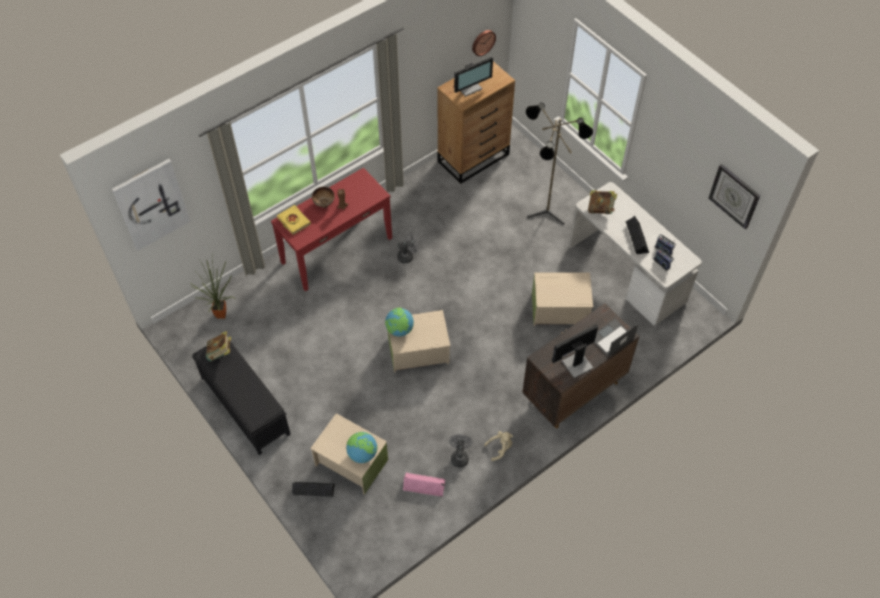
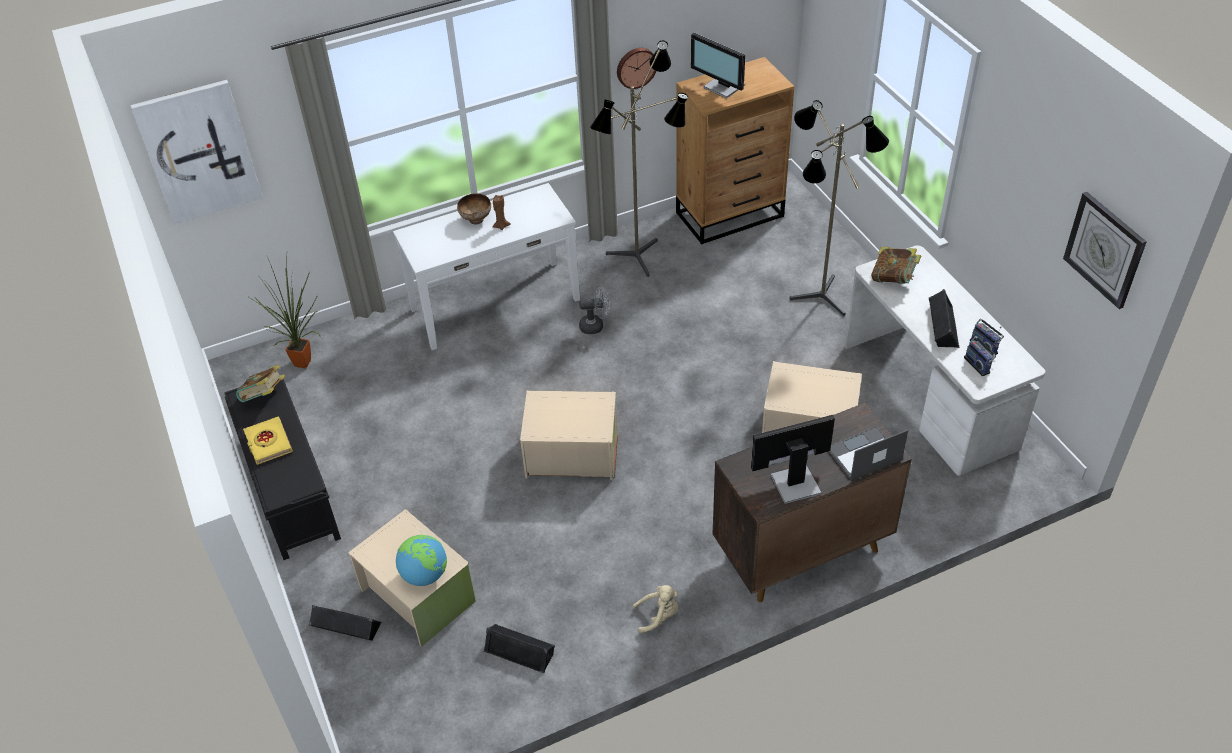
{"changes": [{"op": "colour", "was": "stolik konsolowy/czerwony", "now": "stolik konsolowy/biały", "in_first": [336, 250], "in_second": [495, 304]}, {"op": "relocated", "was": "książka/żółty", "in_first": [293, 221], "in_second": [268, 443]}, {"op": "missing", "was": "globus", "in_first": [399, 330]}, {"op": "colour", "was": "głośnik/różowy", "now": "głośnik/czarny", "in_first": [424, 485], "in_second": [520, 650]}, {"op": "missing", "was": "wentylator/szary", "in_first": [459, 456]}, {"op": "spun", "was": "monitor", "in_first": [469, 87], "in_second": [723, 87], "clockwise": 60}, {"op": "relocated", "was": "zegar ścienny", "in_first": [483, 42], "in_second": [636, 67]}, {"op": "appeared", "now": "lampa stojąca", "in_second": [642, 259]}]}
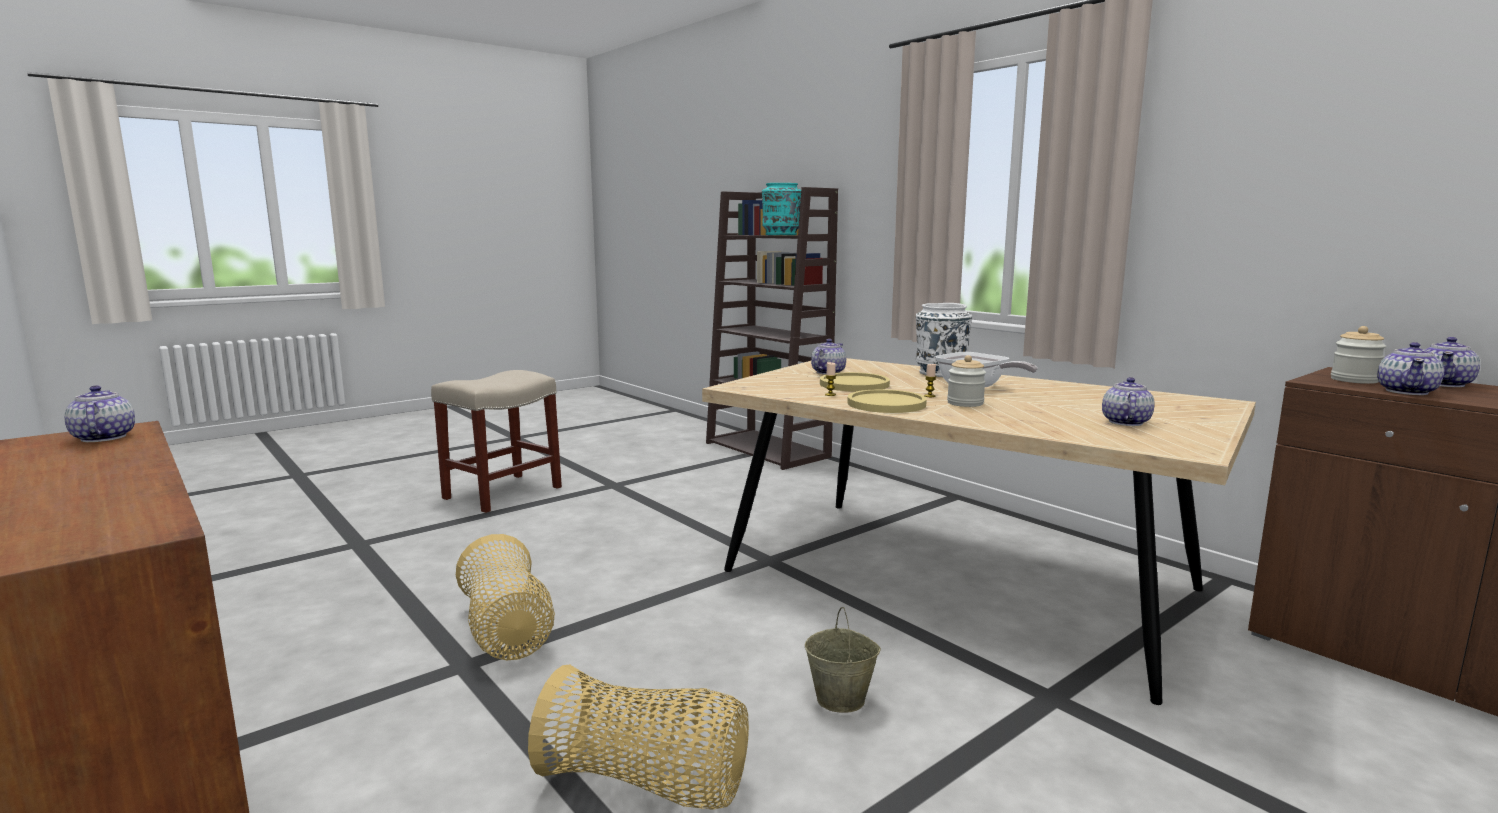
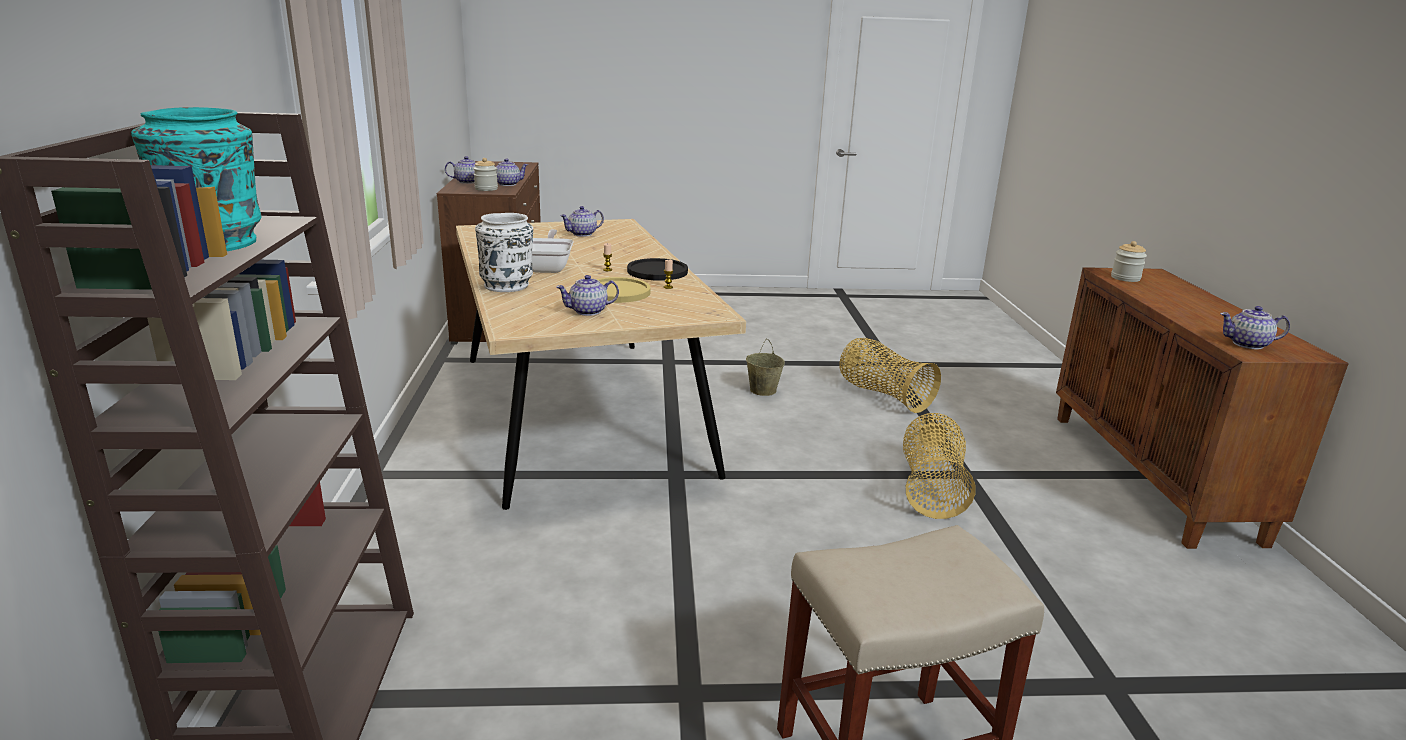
{"changes": [{"op": "spun", "was": "imbryk", "in_first": [103, 438], "in_second": [1248, 344], "clockwise": 90}, {"op": "colour", "was": "talerz/żółty", "now": "talerz/czarny", "in_first": [886, 404], "in_second": [657, 271]}, {"op": "relocated", "was": "słoik", "in_first": [965, 403], "in_second": [1125, 278]}]}
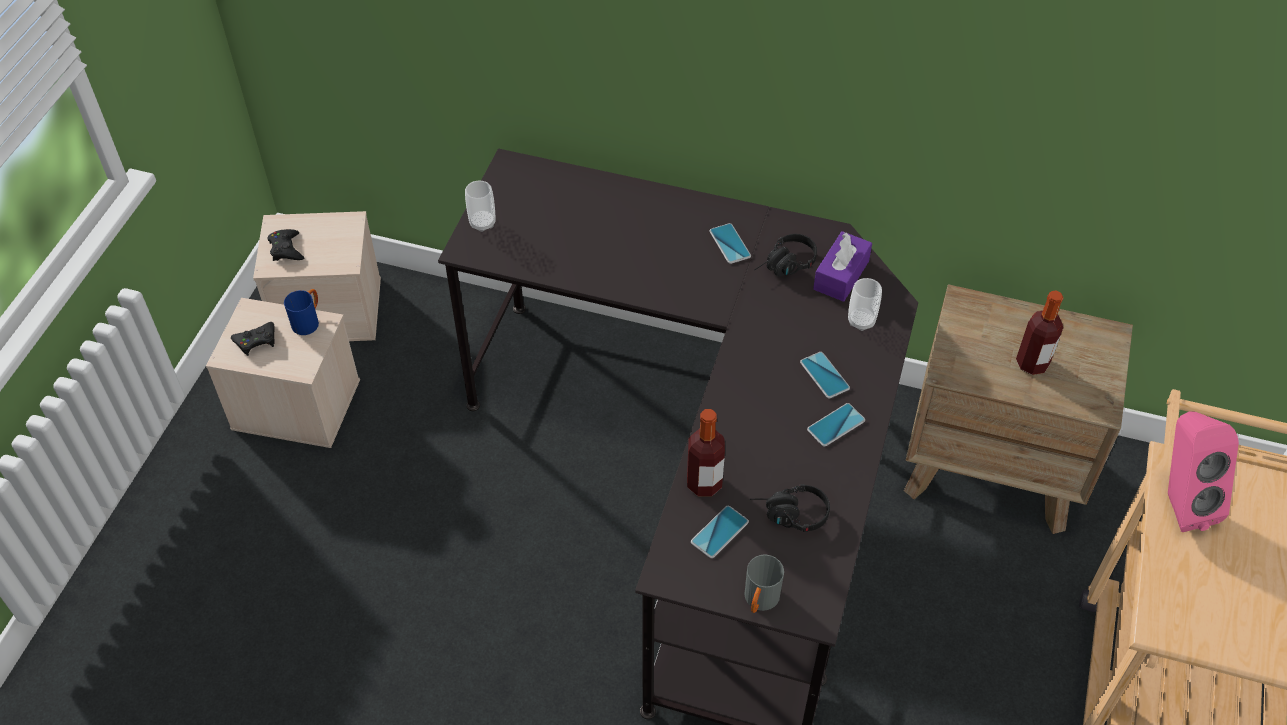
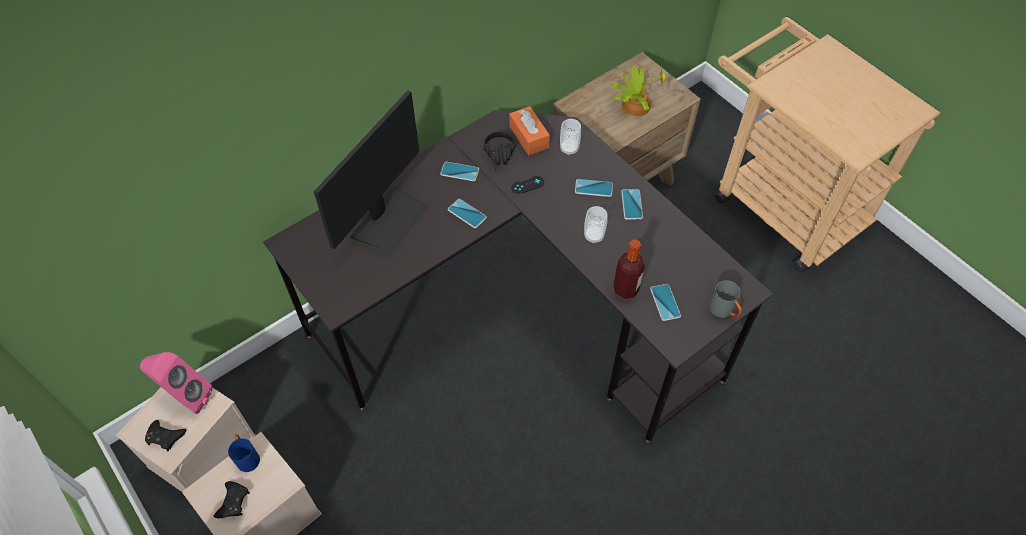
{"changes": [{"op": "relocated", "was": "filiżanka", "in_first": [482, 223], "in_second": [594, 236]}, {"op": "missing", "was": "słuchawki/czarny", "in_first": [788, 515]}, {"op": "colour", "was": "pudełko chusteczek/fioletowy", "now": "pudełko chusteczek/pomarańczowy", "in_first": [841, 275], "in_second": [529, 137]}, {"op": "exchanged", "was": "butelka", "now": "roślina doniczkowa", "in_first": [1032, 363], "in_second": [634, 104]}, {"op": "relocated", "was": "głośnik/różowy", "in_first": [1178, 502], "in_second": [186, 397]}, {"op": "appeared", "now": "monitor", "in_second": [389, 220]}, {"op": "appeared", "now": "telefon", "in_second": [467, 213]}, {"op": "appeared", "now": "pad do gier/czarny", "in_second": [527, 185]}]}
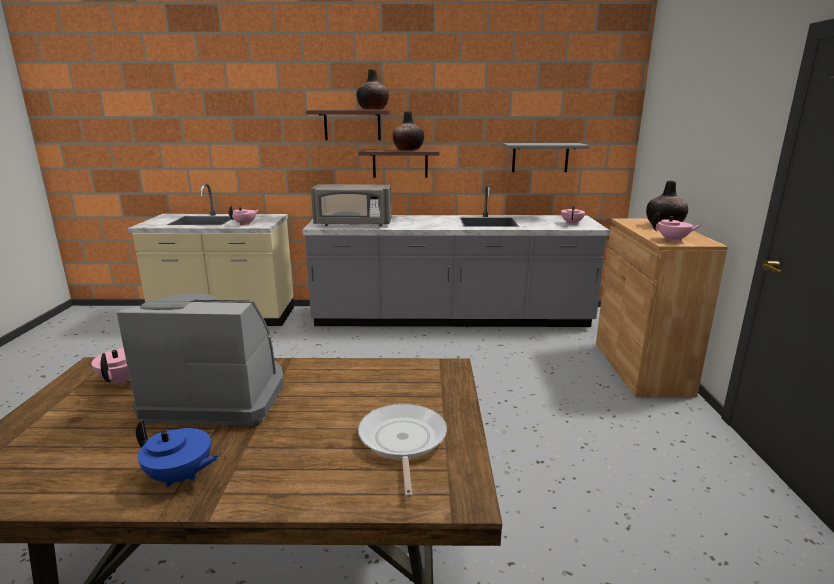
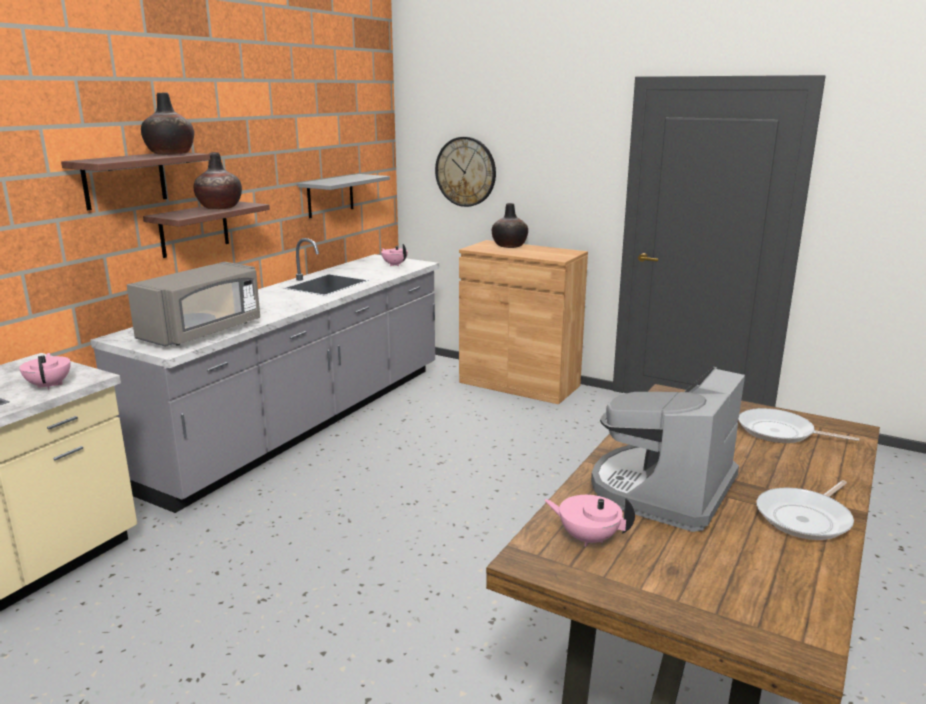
{"changes": [{"op": "exchanged", "was": "imbryk/niebieski", "now": "patelnia", "in_first": [180, 477], "in_second": [806, 518]}, {"op": "missing", "was": "imbryk/różowy", "in_first": [673, 240]}, {"op": "appeared", "now": "zegar ścienny", "in_second": [465, 171]}]}
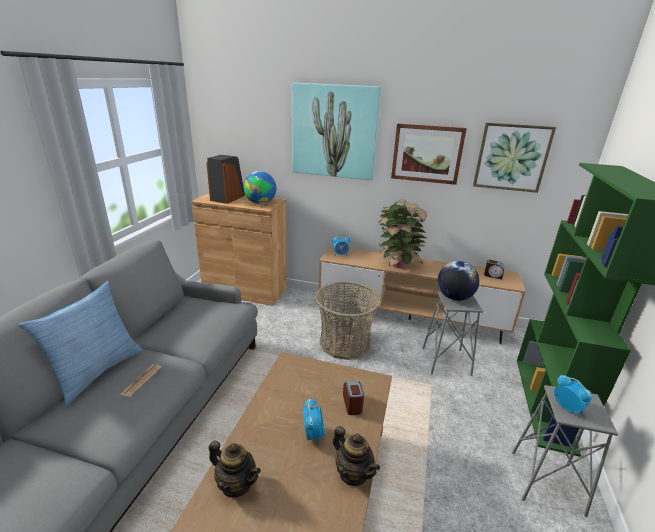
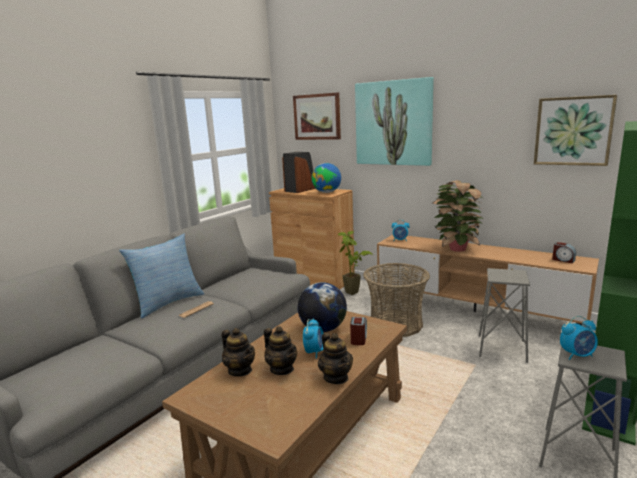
{"changes": [{"op": "relocated", "was": "obraz", "in_first": [427, 154], "in_second": [317, 117]}, {"op": "relocated", "was": "globus", "in_first": [454, 297], "in_second": [323, 329]}, {"op": "spun", "was": "budzik", "in_first": [567, 407], "in_second": [577, 355], "clockwise": 90}, {"op": "appeared", "now": "imbryk", "in_second": [282, 369]}, {"op": "appeared", "now": "roślina doniczkowa", "in_second": [354, 294]}]}
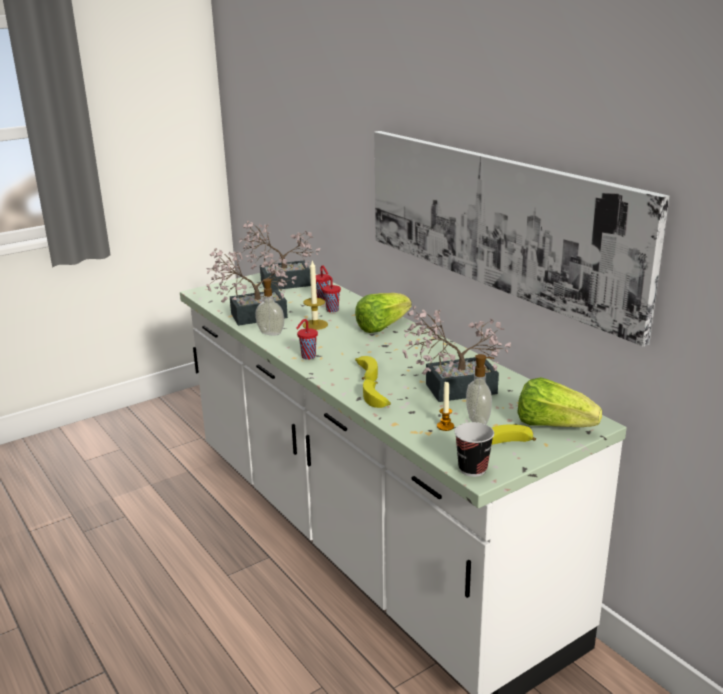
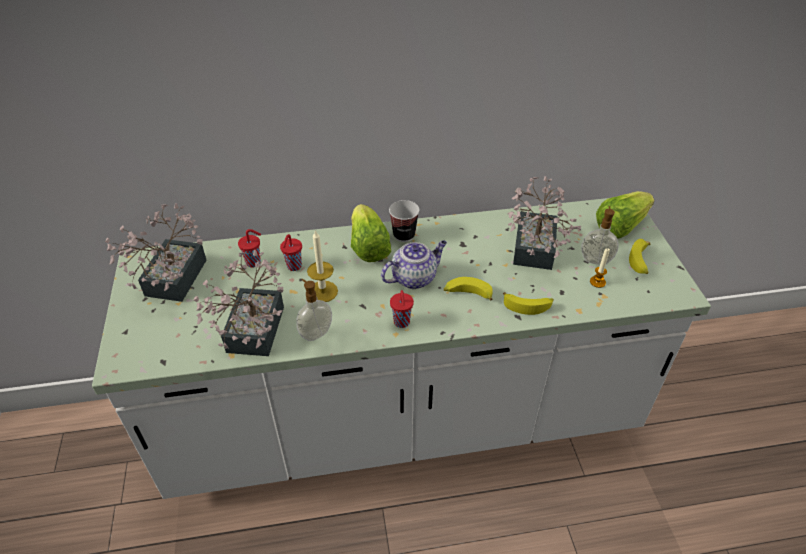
{"changes": [{"op": "missing", "was": "obraz", "in_first": [496, 222]}, {"op": "relocated", "was": "filiżanka", "in_first": [472, 469], "in_second": [404, 235]}, {"op": "appeared", "now": "imbryk", "in_second": [414, 277]}]}
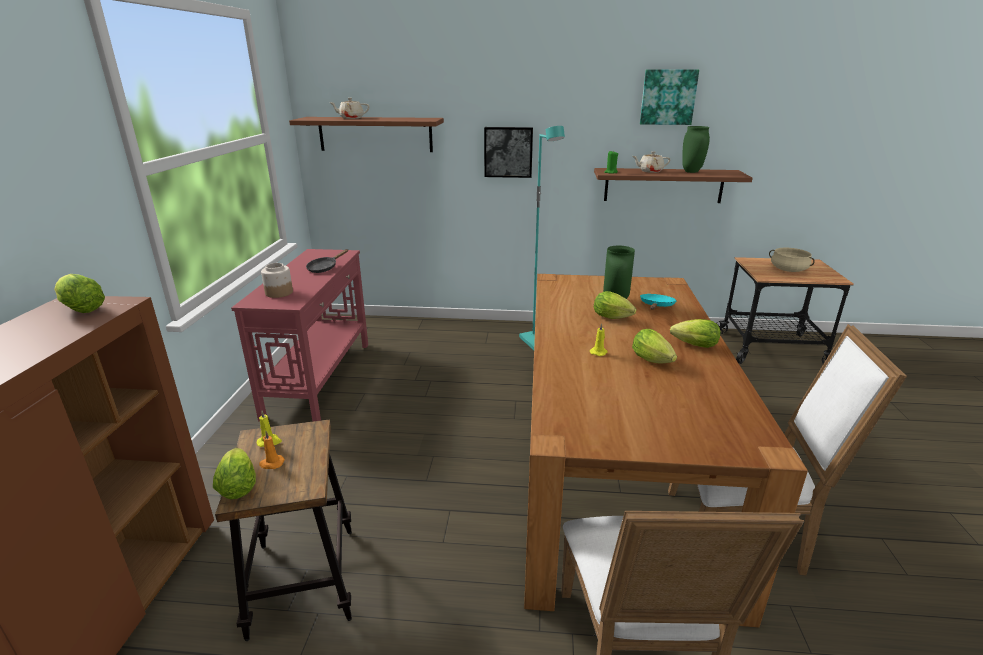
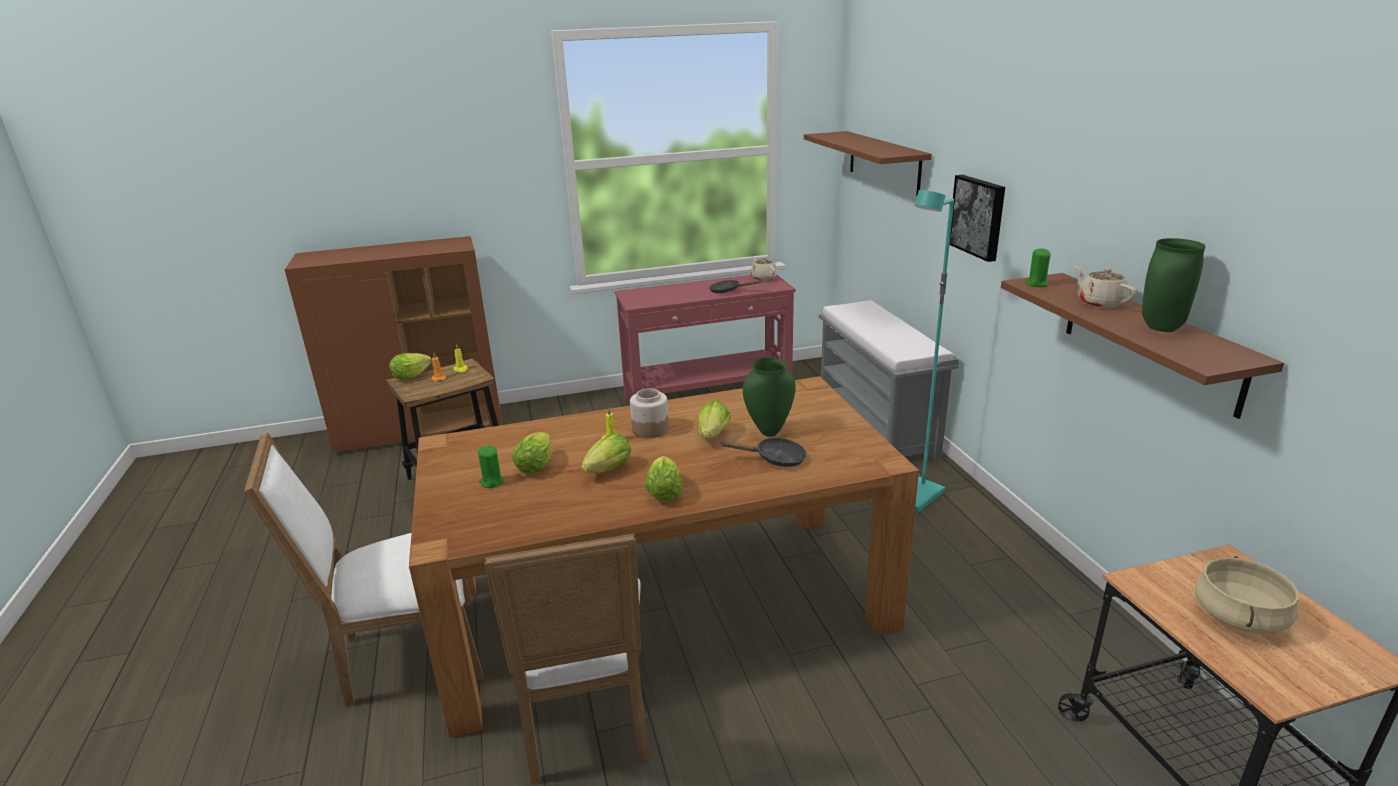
{"changes": [{"op": "relocated", "was": "sałata", "in_first": [81, 309], "in_second": [537, 465]}, {"op": "relocated", "was": "słoik", "in_first": [278, 293], "in_second": [650, 429]}, {"op": "relocated", "was": "imbryk/beżowy", "in_first": [351, 118], "in_second": [763, 277]}, {"op": "missing", "was": "obraz", "in_first": [668, 97]}, {"op": "colour", "was": "patelnia/turkusowy", "now": "patelnia/czarny", "in_first": [656, 306], "in_second": [775, 459]}, {"op": "appeared", "now": "świeca/zielony", "in_second": [491, 482]}, {"op": "appeared", "now": "ławka/szary", "in_second": [877, 426]}]}
